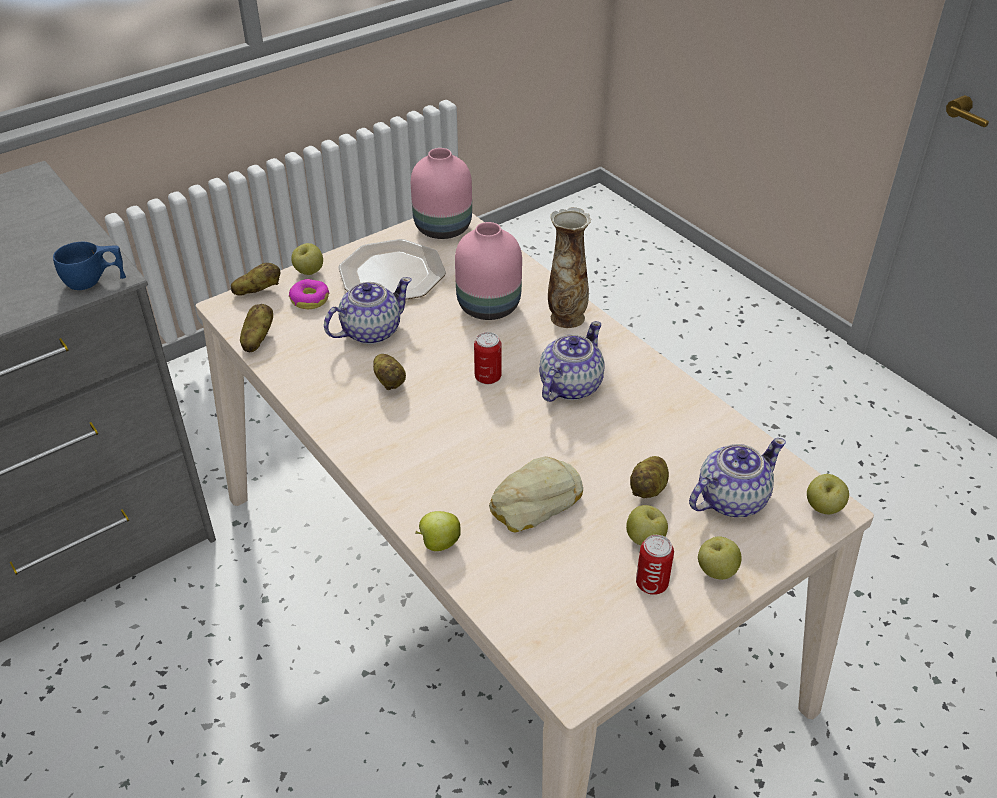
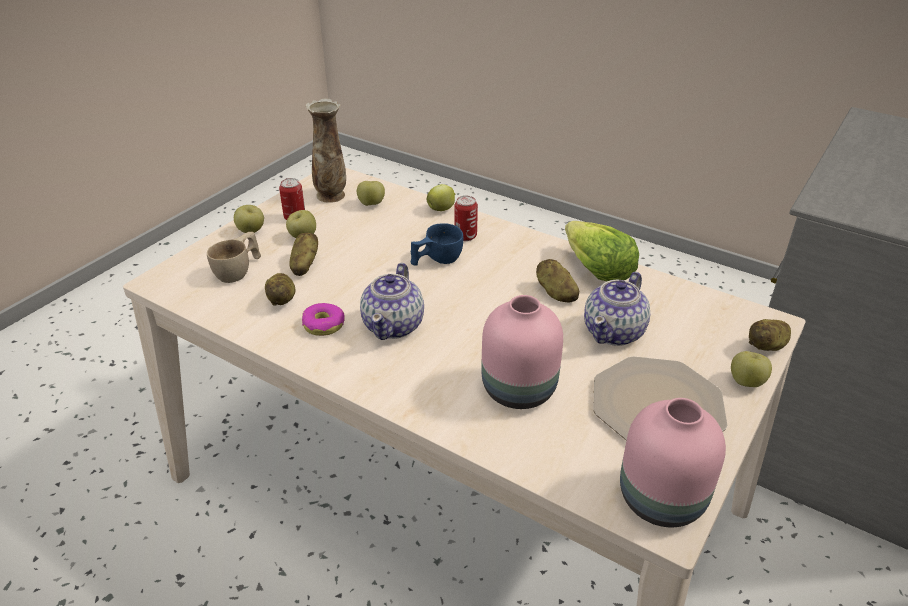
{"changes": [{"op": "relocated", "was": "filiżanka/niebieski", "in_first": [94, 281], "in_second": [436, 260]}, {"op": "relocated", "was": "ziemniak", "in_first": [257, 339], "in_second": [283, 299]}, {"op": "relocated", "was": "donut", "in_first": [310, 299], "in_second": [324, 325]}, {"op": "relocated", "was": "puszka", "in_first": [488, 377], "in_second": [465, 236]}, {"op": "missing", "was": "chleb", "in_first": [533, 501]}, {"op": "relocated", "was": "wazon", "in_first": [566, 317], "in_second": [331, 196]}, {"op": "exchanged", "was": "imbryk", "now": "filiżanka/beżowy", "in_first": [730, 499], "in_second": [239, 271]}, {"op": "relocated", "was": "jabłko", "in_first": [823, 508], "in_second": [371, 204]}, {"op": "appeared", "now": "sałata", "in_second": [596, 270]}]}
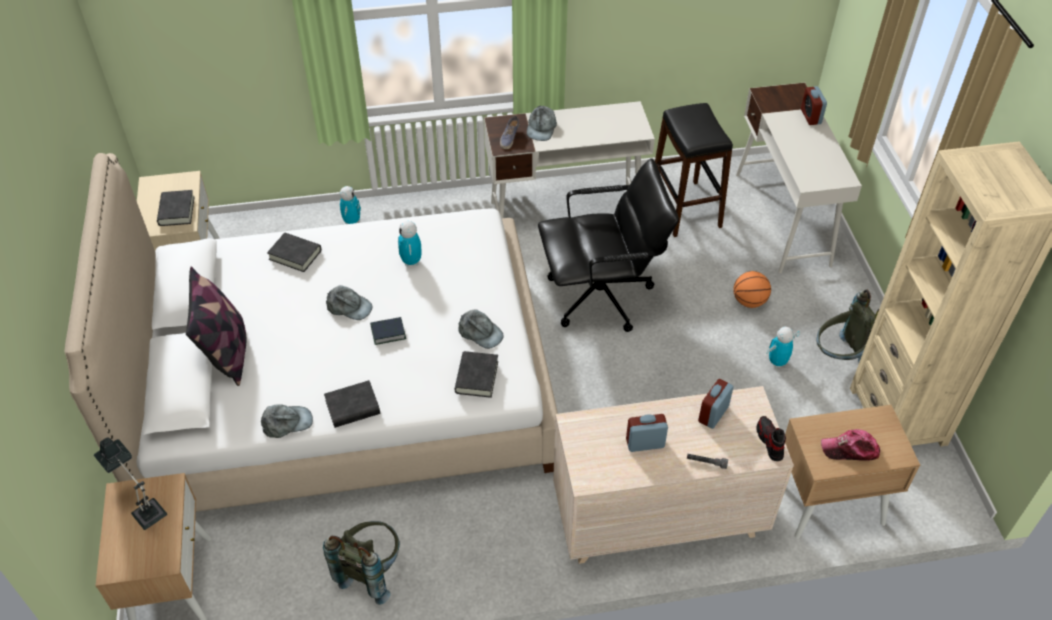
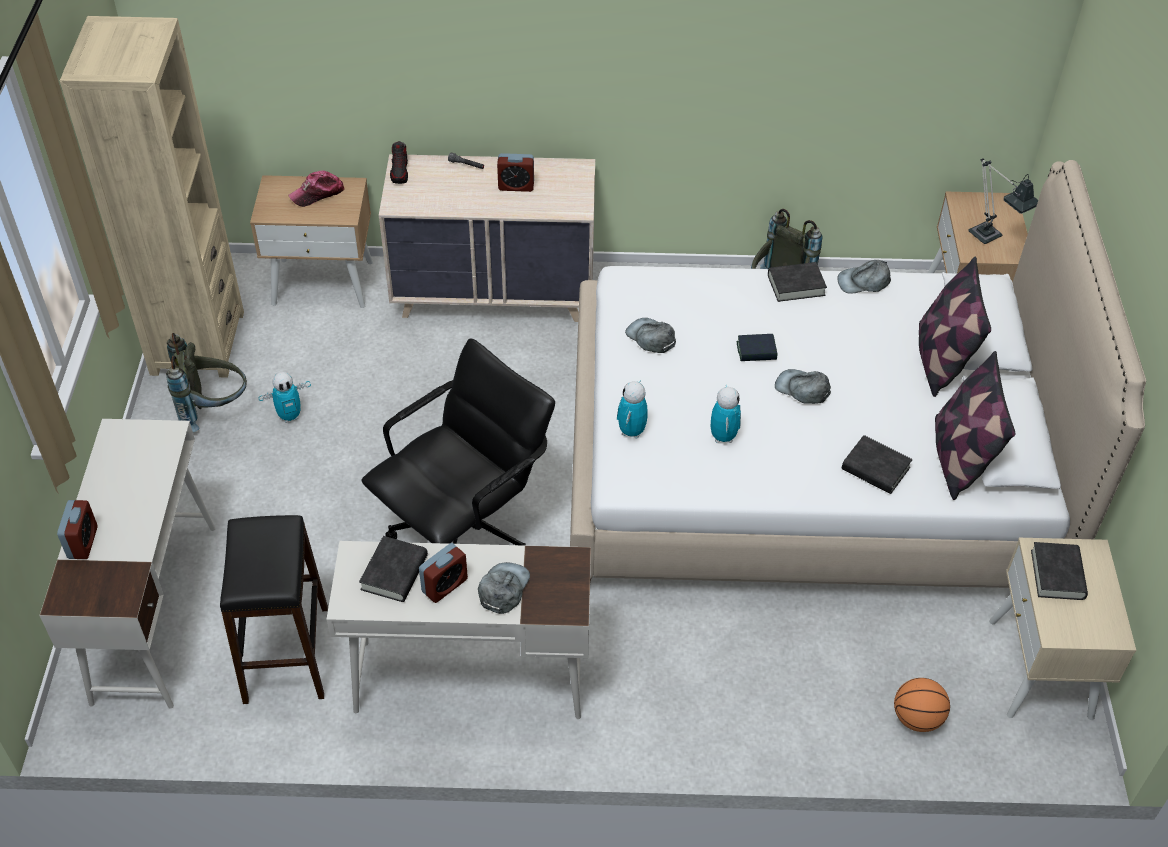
{"changes": [{"op": "relocated", "was": "robot zabawkowy", "in_first": [352, 221], "in_second": [631, 431]}, {"op": "relocated", "was": "książka/czarny", "in_first": [476, 377], "in_second": [394, 573]}, {"op": "missing", "was": "but", "in_first": [509, 137]}, {"op": "spun", "was": "krzesło biurowe/czarny", "in_first": [601, 296], "in_second": [465, 531], "clockwise": 135}, {"op": "relocated", "was": "budzik", "in_first": [713, 414], "in_second": [444, 585]}, {"op": "relocated", "was": "piłka do koszykówki", "in_first": [749, 301], "in_second": [917, 718]}, {"op": "spun", "was": "czapka z daszkiem", "in_first": [850, 450], "in_second": [317, 193], "clockwise": 135}, {"op": "appeared", "now": "poduszka", "in_second": [959, 458]}]}
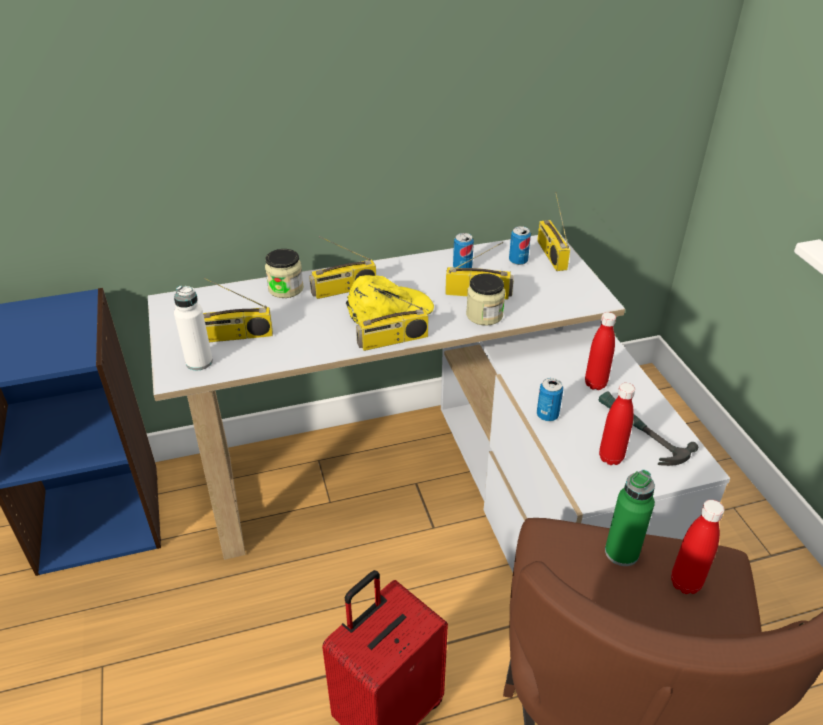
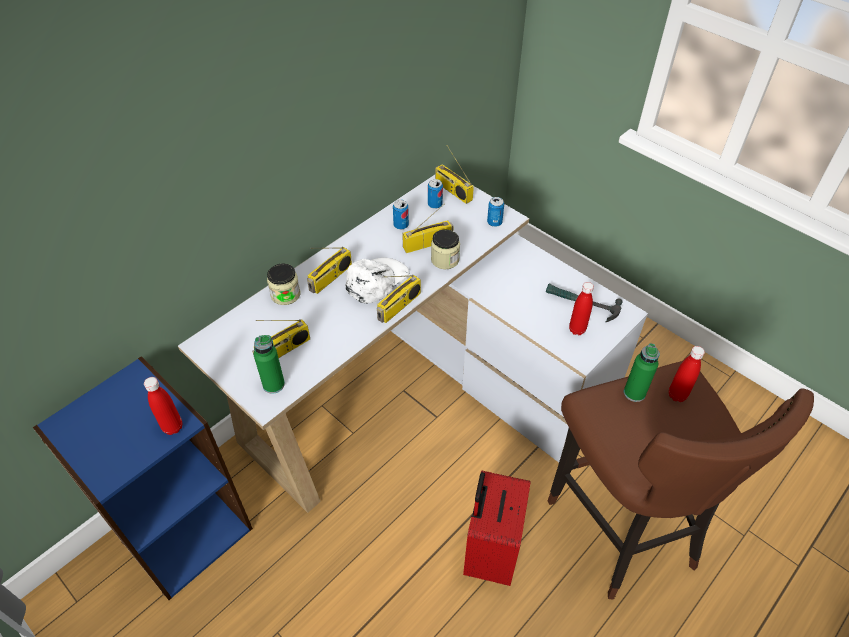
{"changes": [{"op": "colour", "was": "butelka/biały", "now": "butelka/zielony", "in_first": [199, 362], "in_second": [273, 384]}, {"op": "colour", "was": "czapka z daszkiem/żółty", "now": "czapka z daszkiem/biały", "in_first": [389, 308], "in_second": [376, 281]}, {"op": "relocated", "was": "puszka", "in_first": [547, 415], "in_second": [494, 222]}, {"op": "relocated", "was": "butelka/czerwony", "in_first": [595, 384], "in_second": [173, 427]}]}
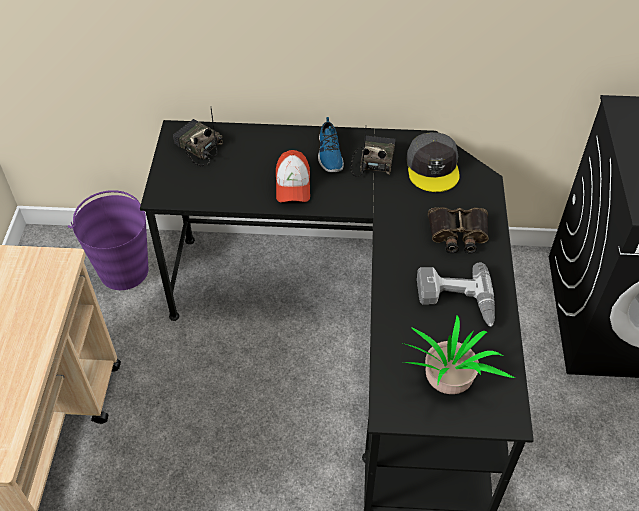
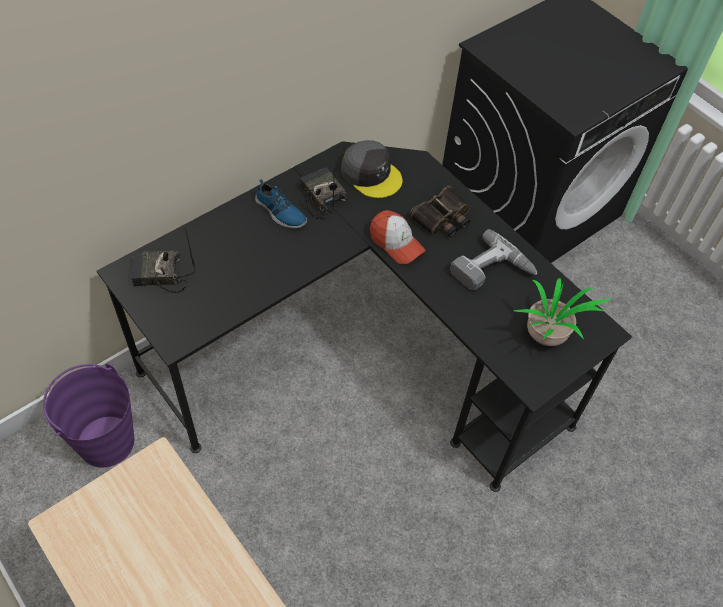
{"changes": [{"op": "relocated", "was": "czapka z daszkiem", "in_first": [293, 185], "in_second": [396, 243]}]}
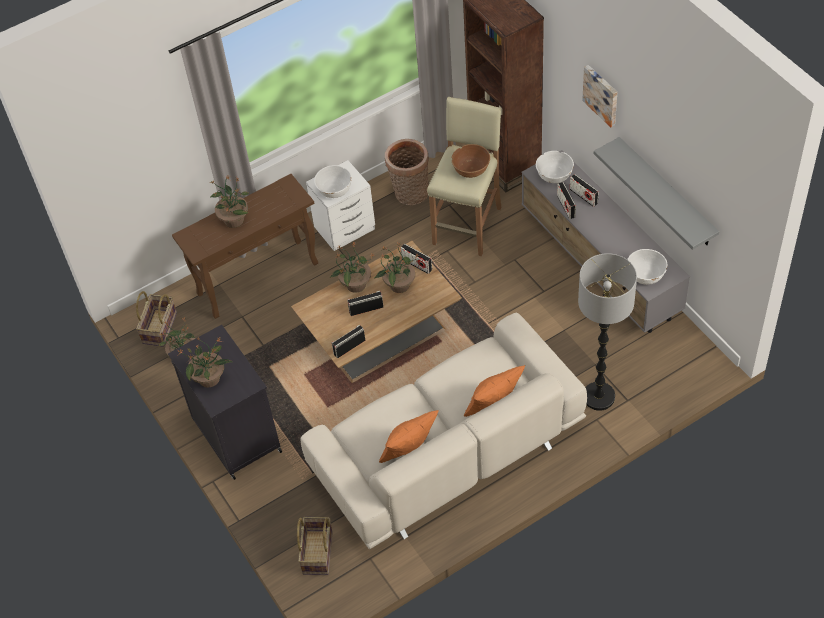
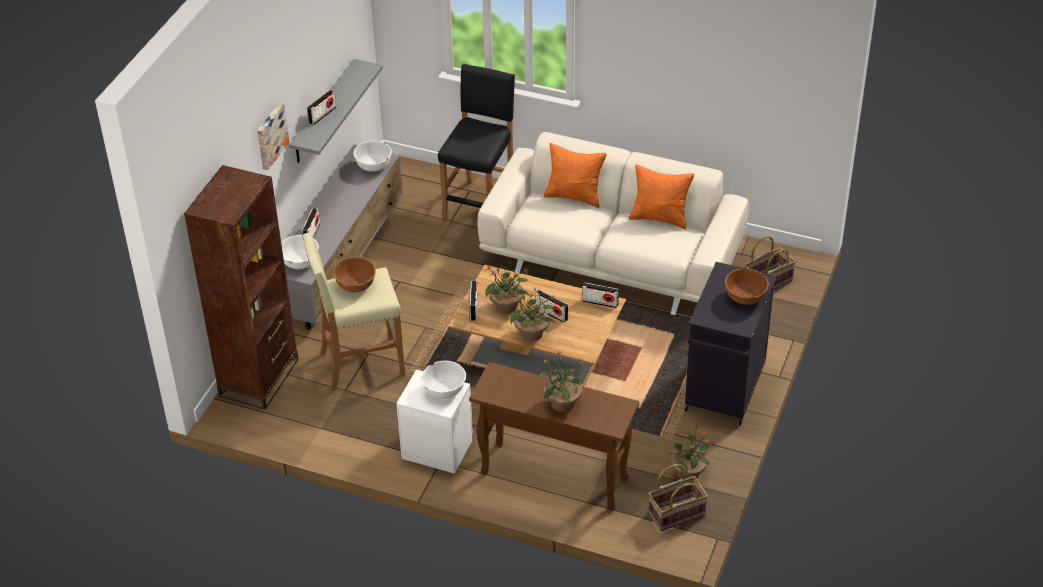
{"changes": [{"op": "exchanged", "was": "roślina doniczkowa", "now": "miska/brązowy", "in_first": [210, 378], "in_second": [745, 297]}, {"op": "missing", "was": "koszyk", "in_first": [410, 194]}, {"op": "relocated", "was": "radio", "in_first": [566, 206], "in_second": [322, 115]}, {"op": "exchanged", "was": "lampa stojąca", "now": "stołek/czarny", "in_first": [598, 397], "in_second": [481, 205]}]}
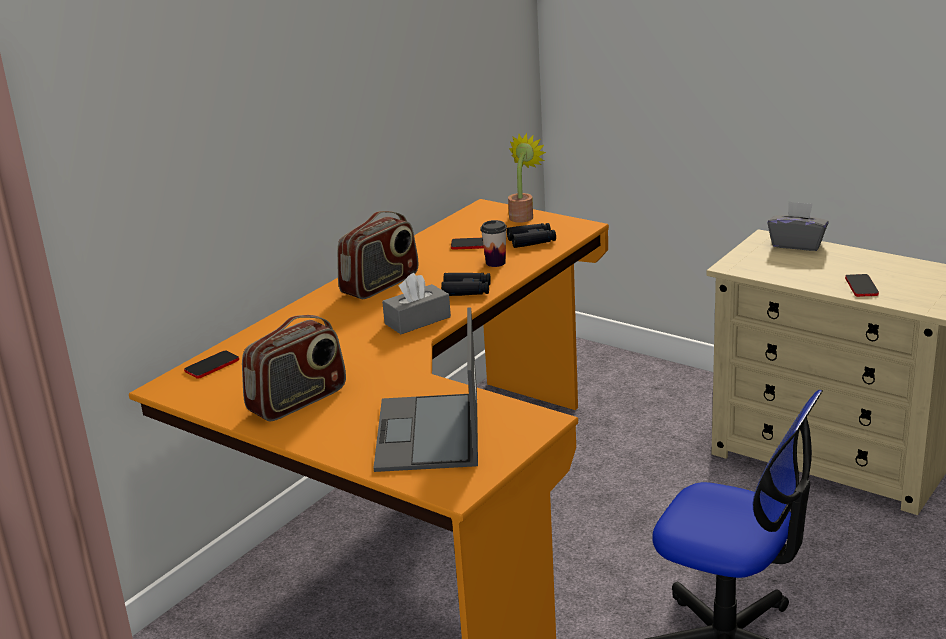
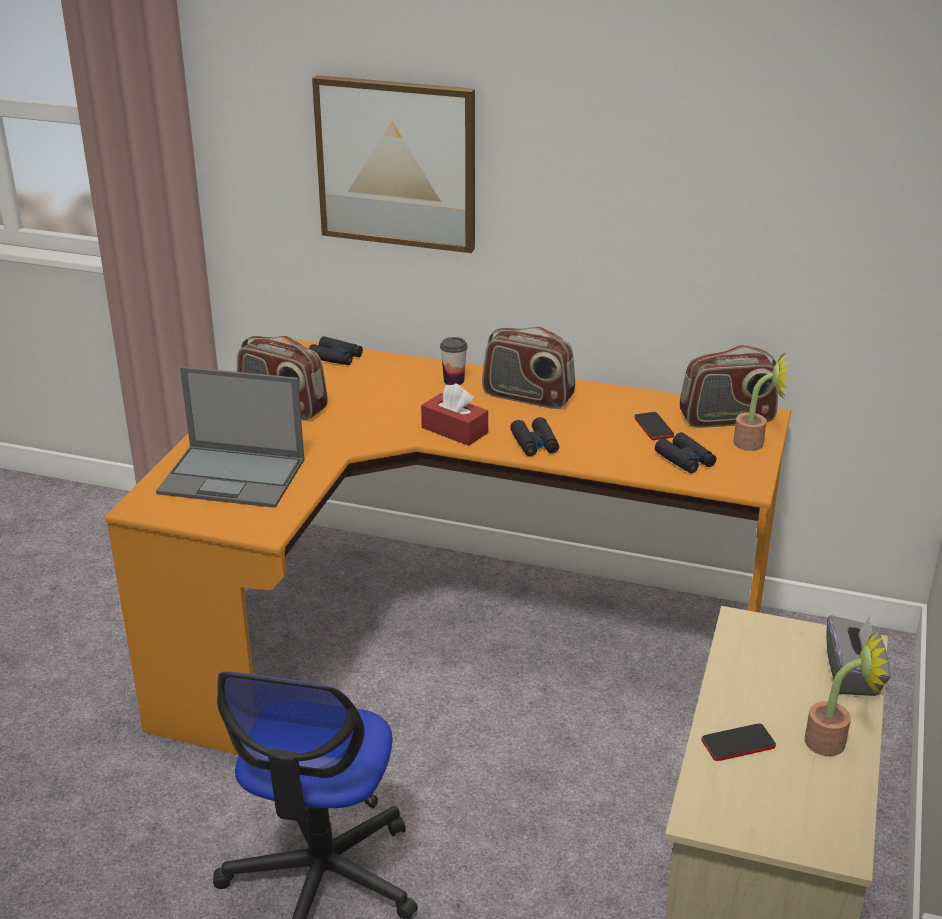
{"changes": [{"op": "exchanged", "was": "telefon", "now": "lornetka/czarny", "in_first": [212, 366], "in_second": [336, 357]}, {"op": "spun", "was": "laptop", "in_first": [429, 434], "in_second": [234, 476], "clockwise": -150}, {"op": "colour", "was": "pudełko chusteczek/szary", "now": "pudełko chusteczek/czerwony", "in_first": [417, 320], "in_second": [454, 430]}, {"op": "relocated", "was": "filiżanka", "in_first": [495, 263], "in_second": [454, 381]}, {"op": "appeared", "now": "obraz", "in_second": [397, 163]}, {"op": "appeared", "now": "radio", "in_second": [726, 419]}, {"op": "appeared", "now": "roślina doniczkowa", "in_second": [833, 742]}]}
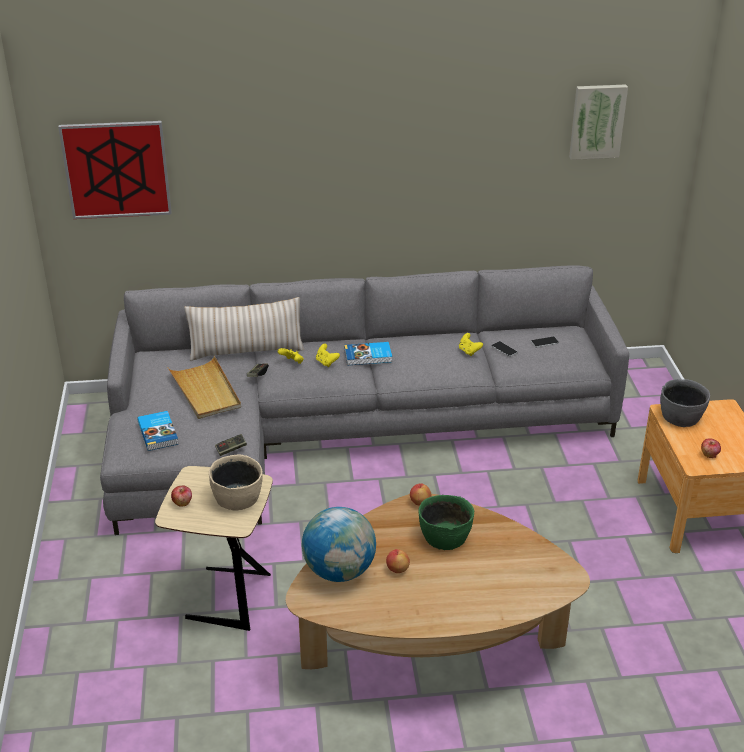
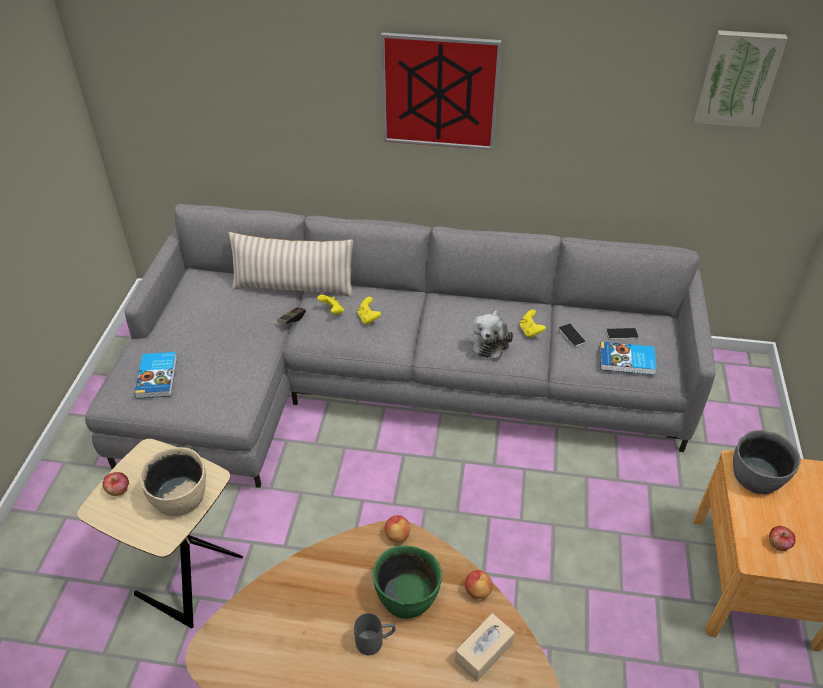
{"changes": [{"op": "relocated", "was": "obraz", "in_first": [116, 169], "in_second": [439, 92]}, {"op": "missing", "was": "taca/beżowy", "in_first": [205, 391]}, {"op": "missing", "was": "pad do gier", "in_first": [231, 449]}, {"op": "missing", "was": "globus", "in_first": [339, 571]}, {"op": "relocated", "was": "książka", "in_first": [368, 356], "in_second": [627, 361]}, {"op": "relocated", "was": "jabłko", "in_first": [397, 569], "in_second": [477, 591]}, {"op": "appeared", "now": "kubek/szary", "in_second": [375, 641]}, {"op": "appeared", "now": "pudełko chusteczek/beżowy", "in_second": [484, 652]}, {"op": "appeared", "now": "pluszak", "in_second": [489, 341]}]}
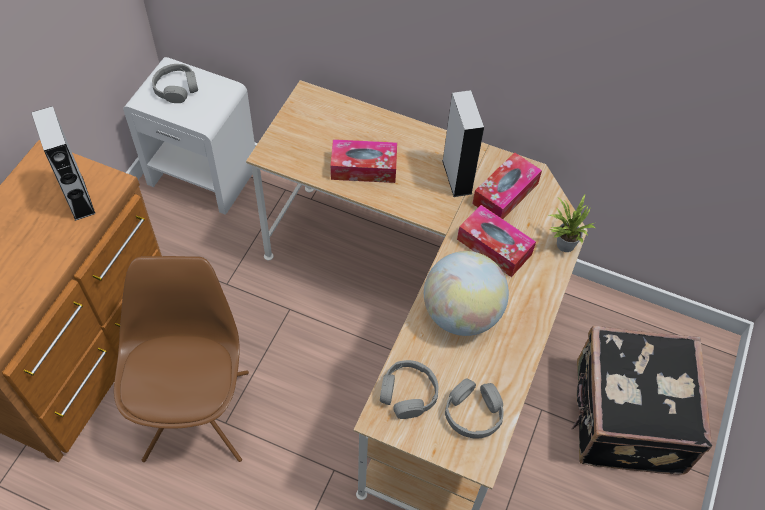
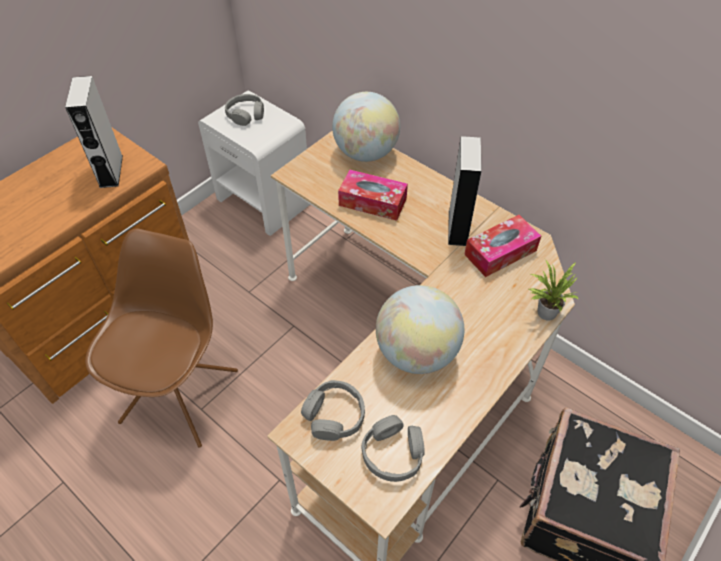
{"changes": [{"op": "missing", "was": "pudełko chusteczek", "in_first": [494, 247]}, {"op": "appeared", "now": "globus", "in_second": [365, 153]}]}
